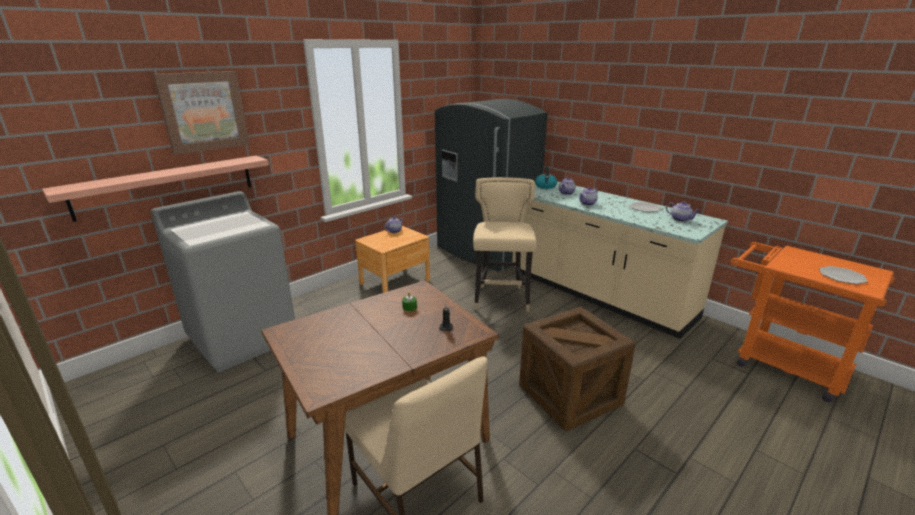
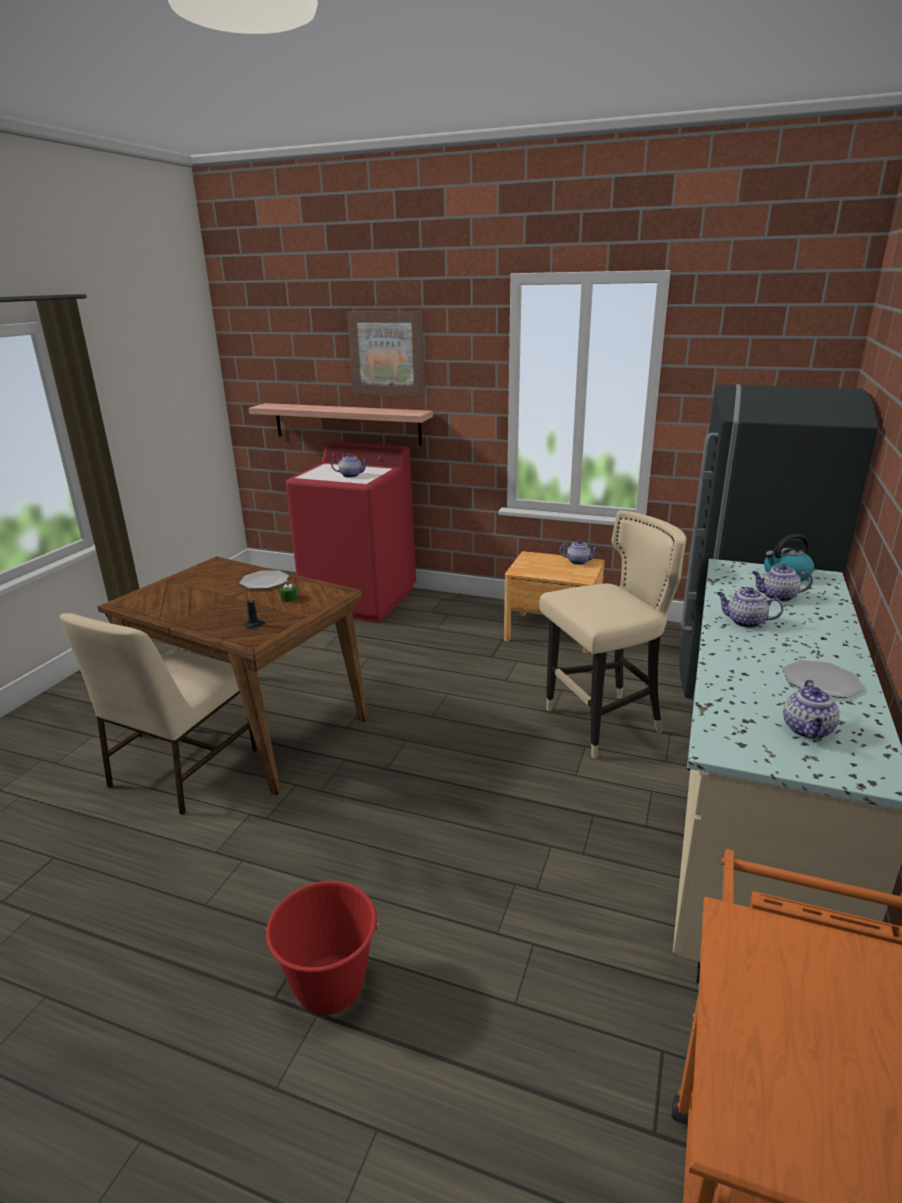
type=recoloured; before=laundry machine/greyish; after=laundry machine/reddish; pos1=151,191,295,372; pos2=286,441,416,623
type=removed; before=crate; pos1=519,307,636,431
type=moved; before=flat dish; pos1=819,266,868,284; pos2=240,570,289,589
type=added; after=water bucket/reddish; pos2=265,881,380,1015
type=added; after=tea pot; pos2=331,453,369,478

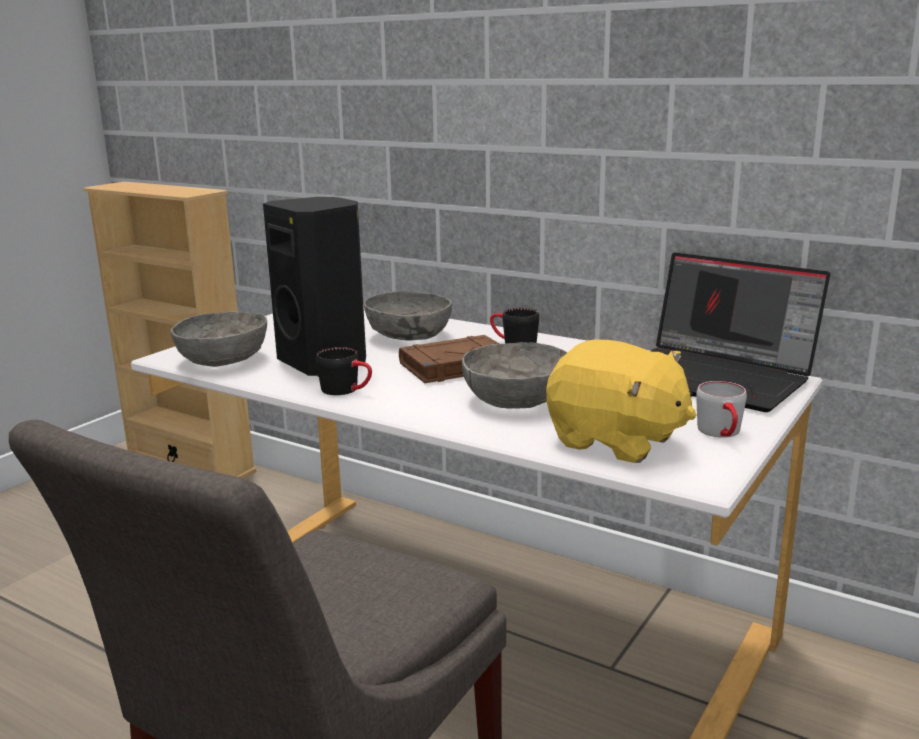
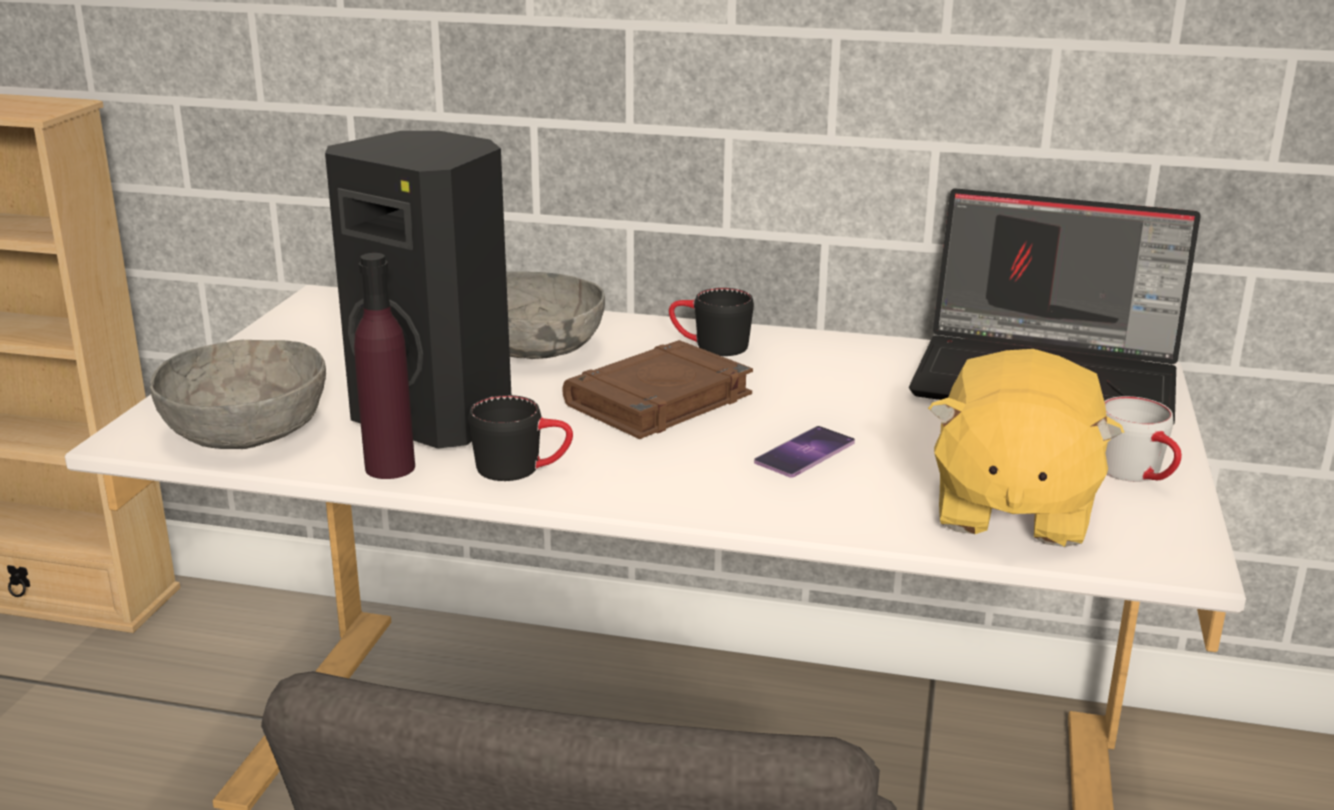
type=replaced; before=serving bowl/greyish; after=telephone; pos1=462,342,567,409; pos2=754,426,855,478
type=turned; before=soft toy/yellow; pos1=546,340,696,463; pos2=928,349,1124,547; turn=90
type=added; after=drink bottle/purple; pos2=354,253,415,479

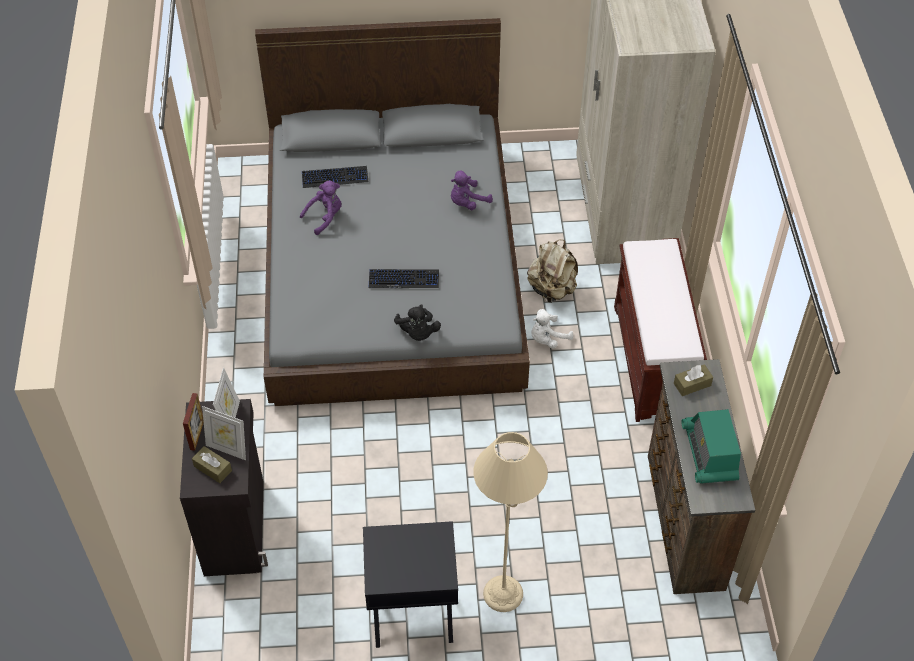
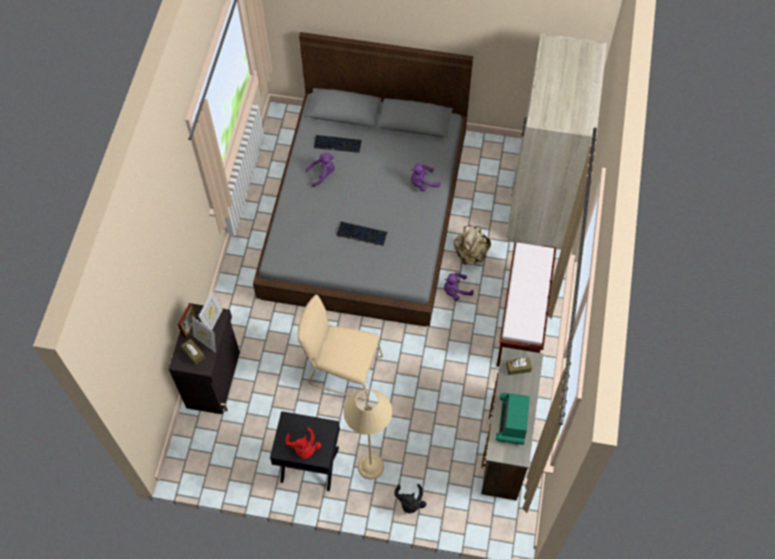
type=moved; before=soft toy/black-coloured; pos1=394,305,441,341; pos2=395,484,426,513
type=recoloured; before=soft toy/white; after=soft toy/purple; pos1=531,309,574,349; pos2=444,273,474,301
type=added; after=soft toy/reddish; pos2=285,428,321,459
type=added; after=chair/beige; pos2=298,295,383,400

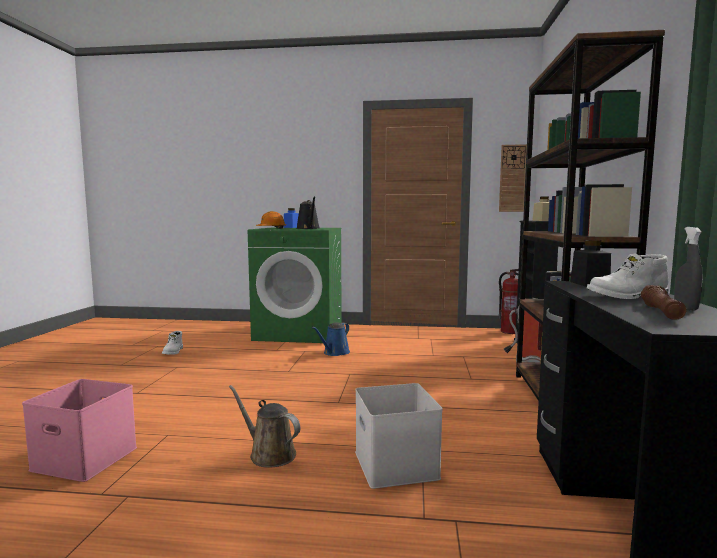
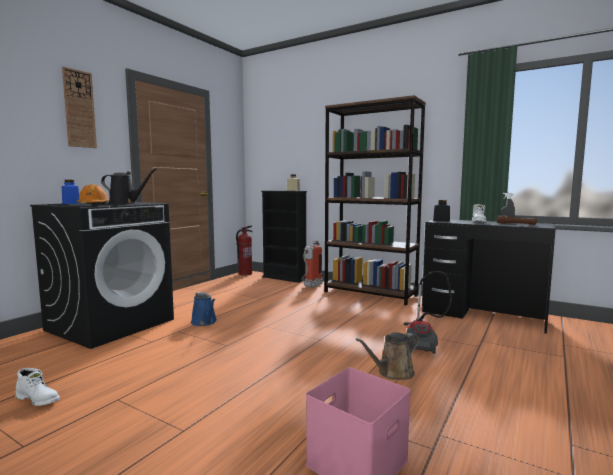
type=recoloured; before=laundry machine/green; after=laundry machine/black-coloured; pos1=248,228,342,343; pos2=30,202,174,349
type=replaced; before=storage box/white; after=vacuum cleaner; pos1=355,383,443,489; pos2=404,271,452,354
type=moved; before=clock on the wall; pos1=499,144,527,212; pos2=62,67,97,148

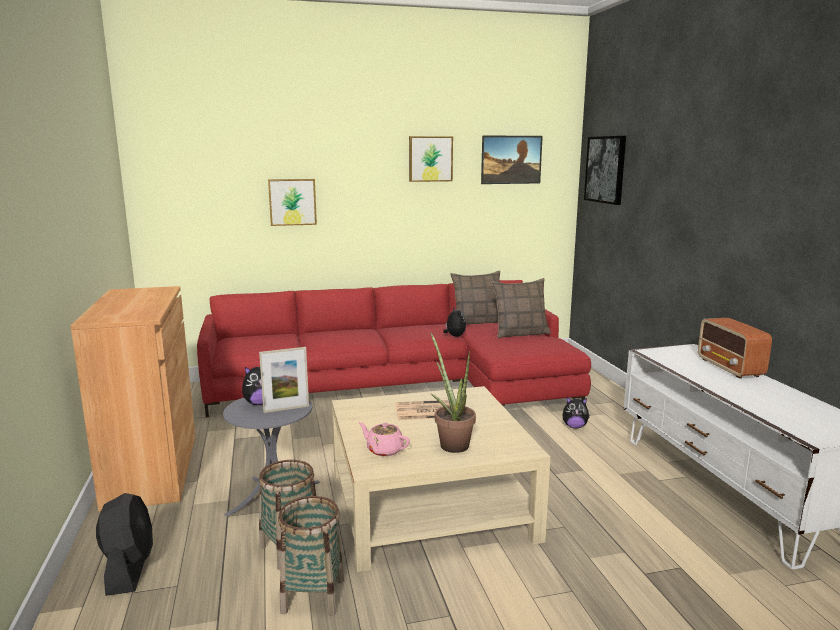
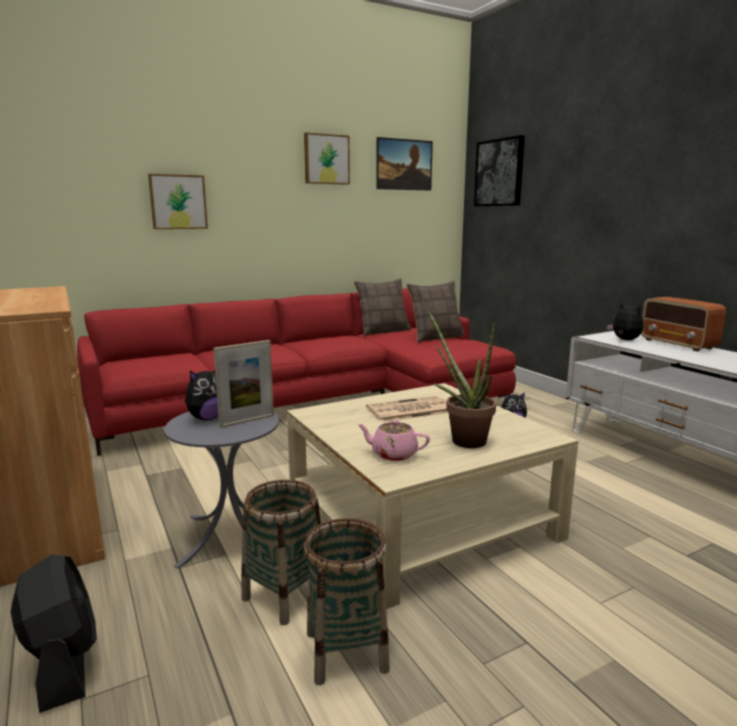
type=moved; before=soft toy; pos1=443,307,466,337; pos2=607,302,643,340

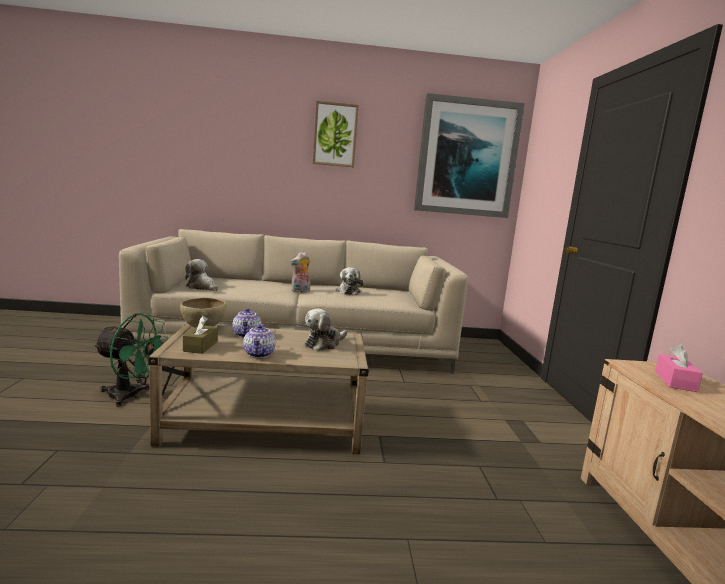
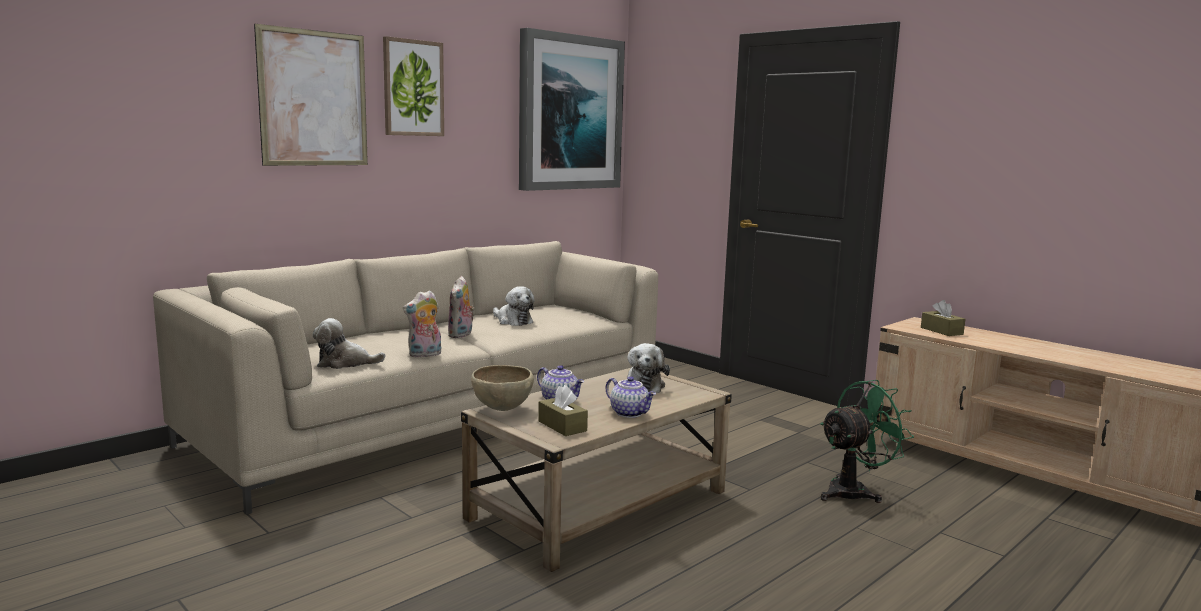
type=moved; before=electric fan/green; pos1=93,313,168,407; pos2=820,380,914,503
type=recoloured; before=tissue holder/pink-coloured; after=tissue holder/brown; pos1=655,344,703,392; pos2=921,300,966,336
type=added; after=wall picture; pos2=254,24,368,166
type=added; after=soft toy; pos2=403,290,441,358

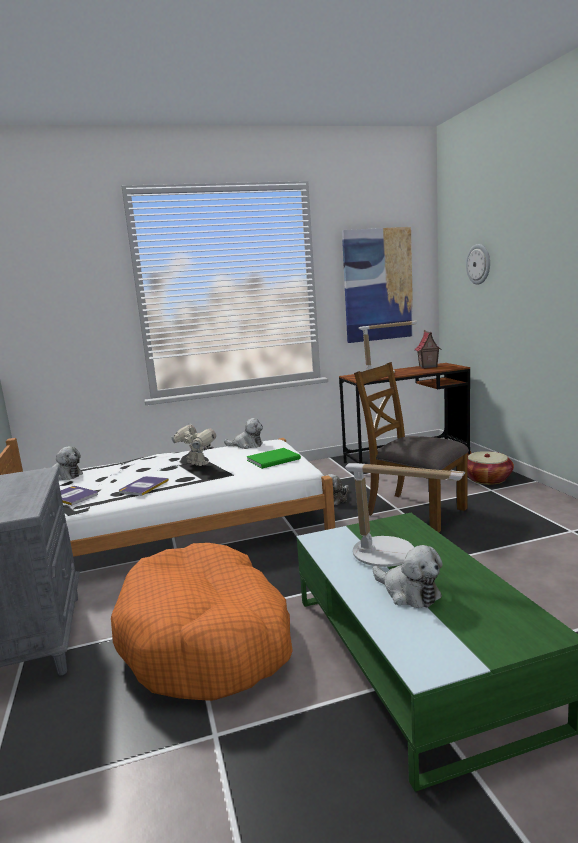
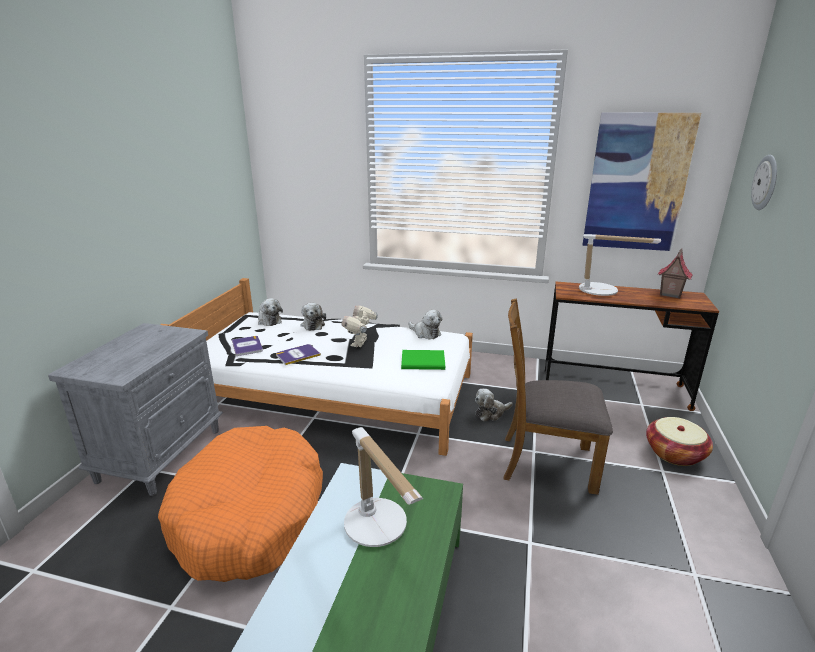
type=turned; before=robot figure; pos1=171,424,216,466; pos2=342,306,378,347; turn=-150
type=turned; before=chair/brown; pos1=354,362,469,532; pos2=504,298,613,495; turn=-60
type=moved; before=soft toy; pos1=372,545,443,608; pos2=300,303,326,331

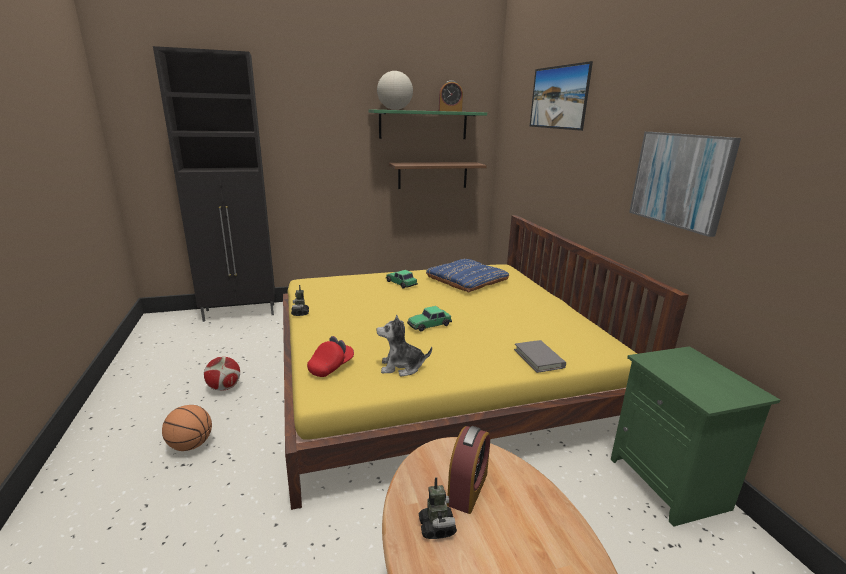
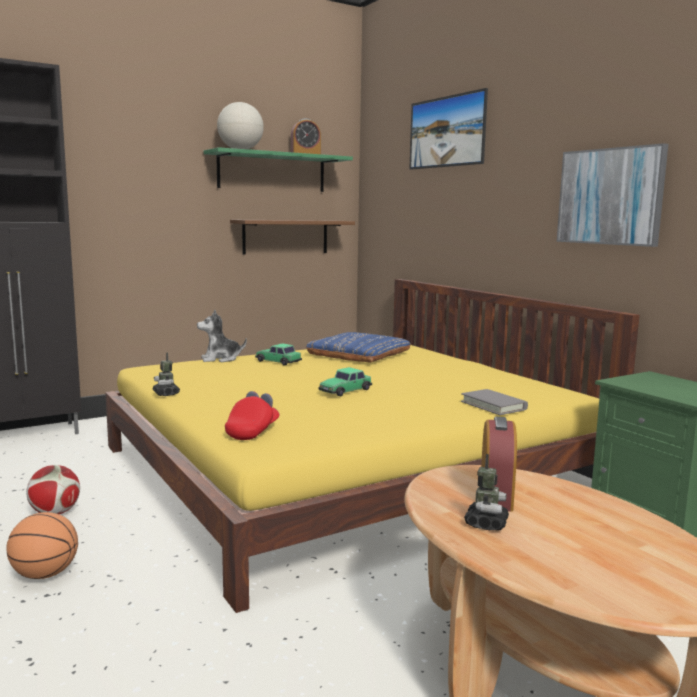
type=moved; before=soft toy; pos1=377,315,432,376; pos2=197,310,247,362
type=turned; before=robot figure; pos1=419,477,457,539; pos2=464,454,509,531; turn=45

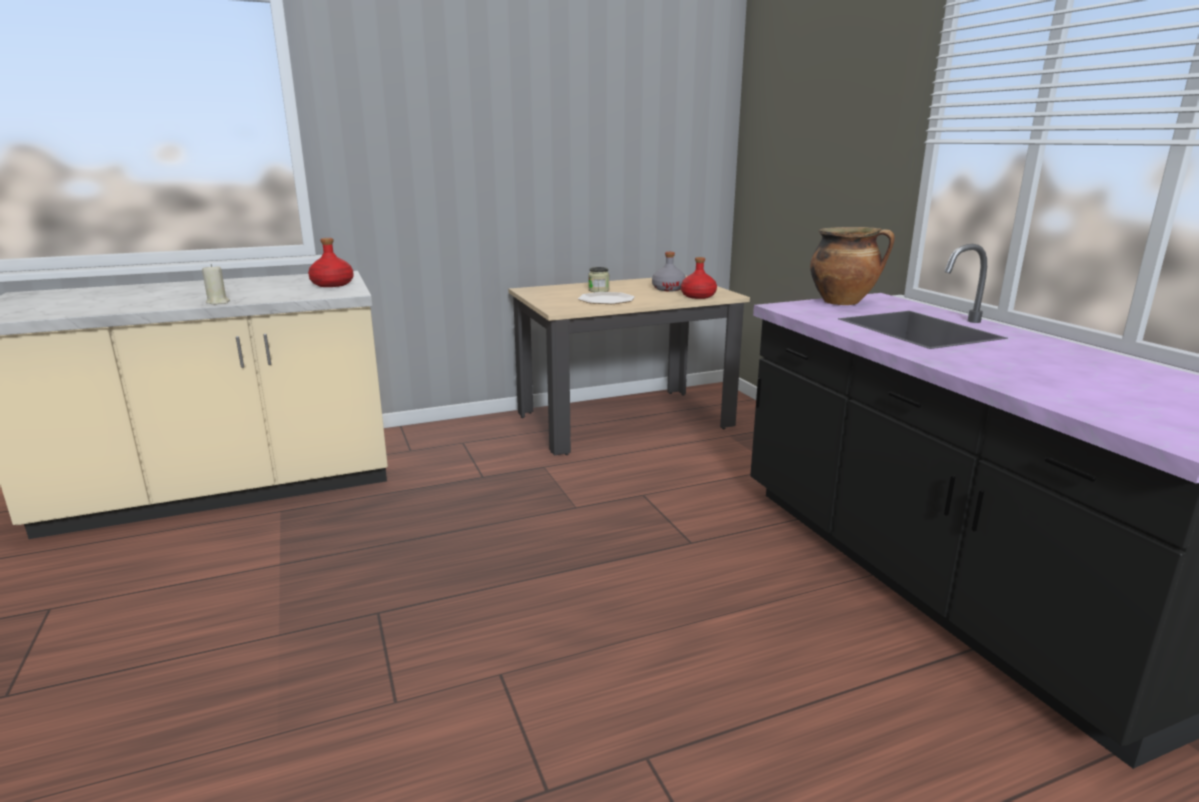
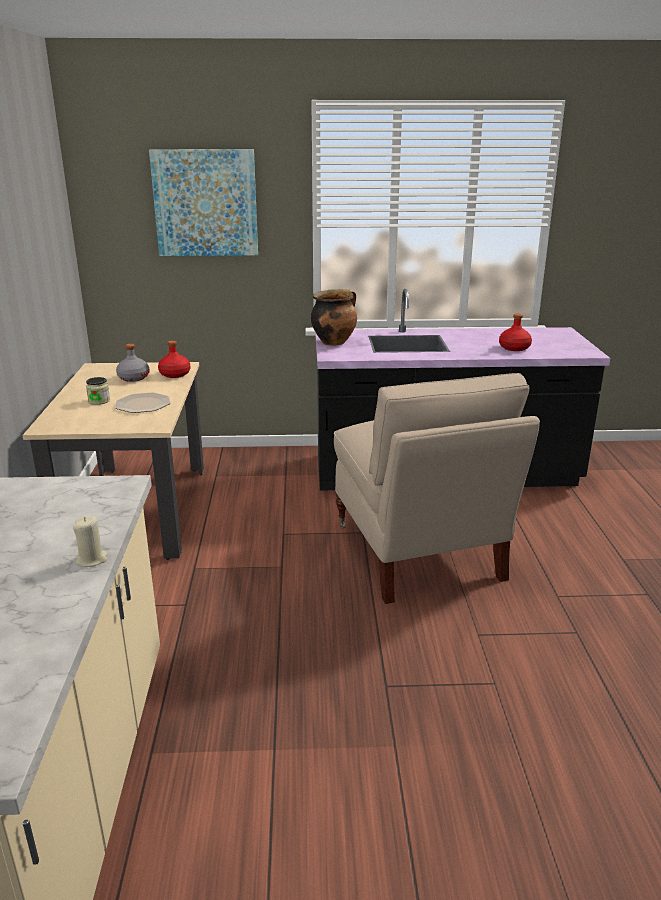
type=moved; before=drink bottle/reddish; pos1=308,238,354,287; pos2=499,314,532,351
type=added; after=wall picture; pos2=149,149,258,256
type=added; after=chair/beige; pos2=334,373,540,604

